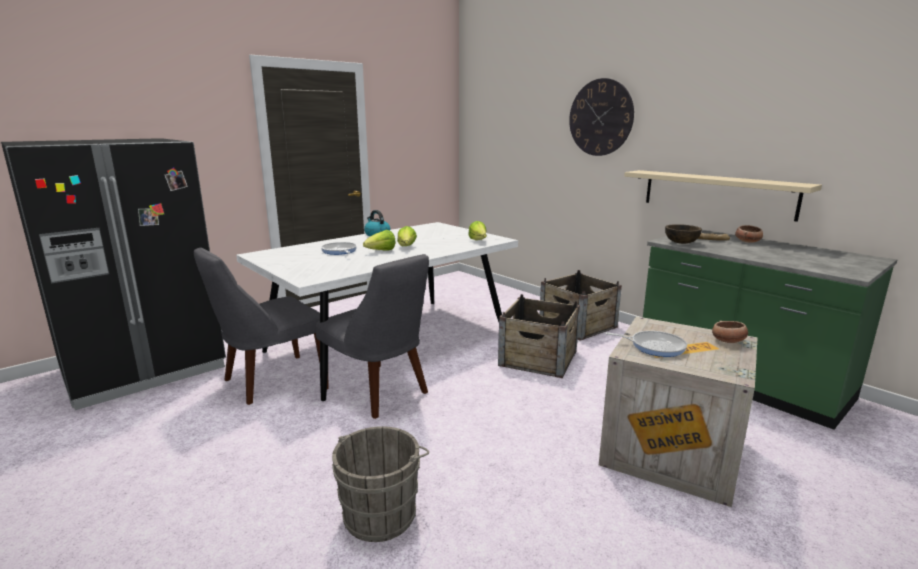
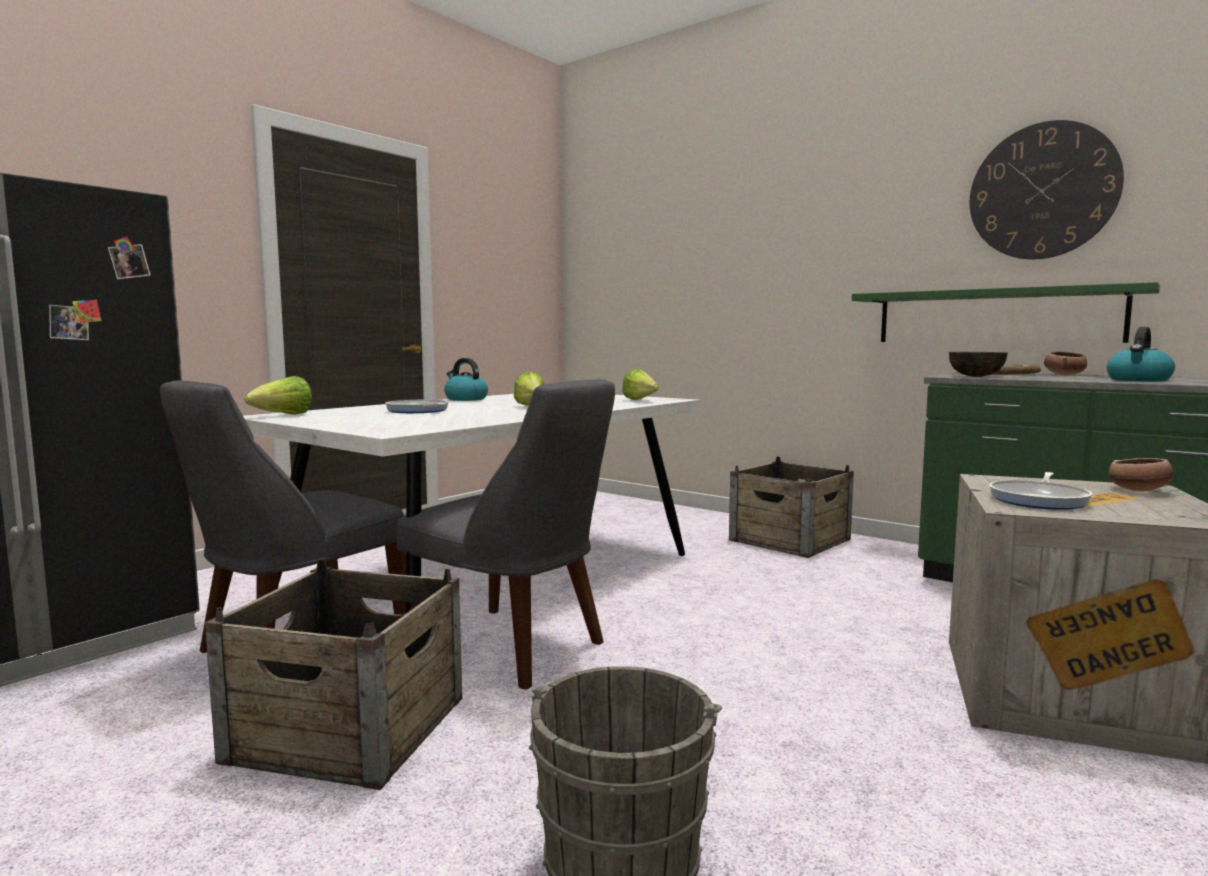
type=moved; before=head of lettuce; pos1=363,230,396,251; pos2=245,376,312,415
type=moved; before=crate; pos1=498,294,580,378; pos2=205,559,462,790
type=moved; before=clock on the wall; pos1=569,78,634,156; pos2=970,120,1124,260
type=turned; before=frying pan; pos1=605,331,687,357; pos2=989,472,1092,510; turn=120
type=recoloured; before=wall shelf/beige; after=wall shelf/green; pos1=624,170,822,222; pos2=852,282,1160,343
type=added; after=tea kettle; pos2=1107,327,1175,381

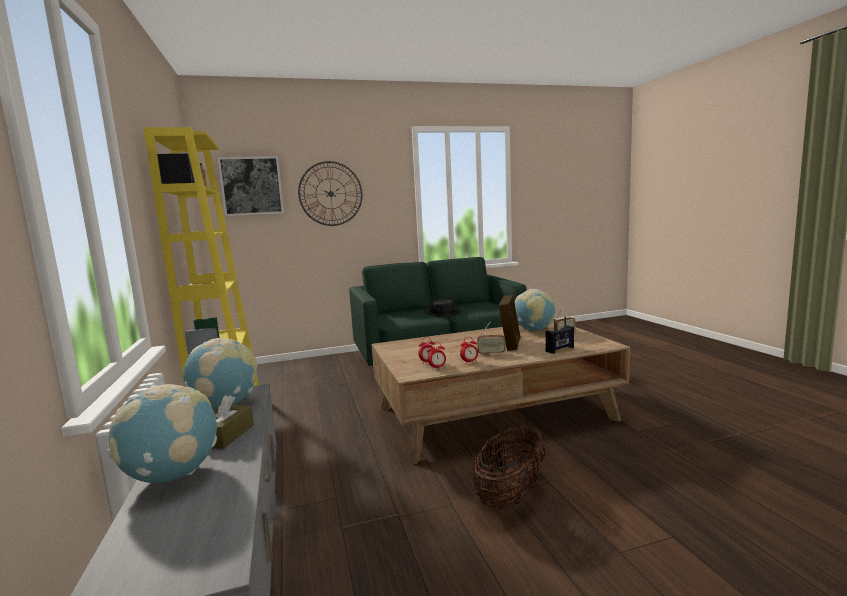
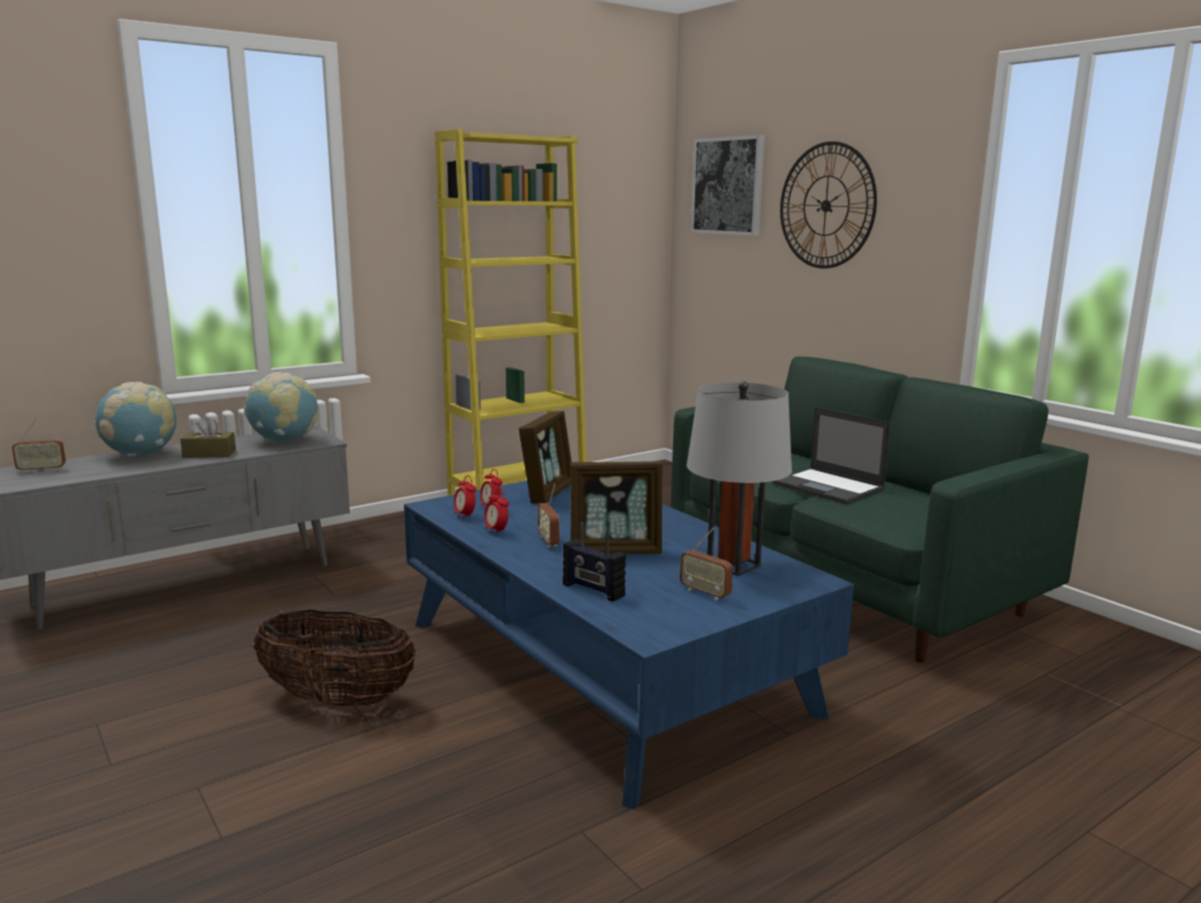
type=recoloured; before=coffee table/brown; after=coffee table/bluish; pos1=371,321,630,464; pos2=404,481,854,810
type=replaced; before=wearable hat/black-coloured; after=portable computer; pos1=424,299,461,317; pos2=773,407,891,504
type=replaced; before=desk globe; after=lamp for a table/greyish; pos1=514,289,555,331; pos2=687,381,792,576
type=added; after=radio set; pos2=12,418,66,473
type=added; after=picture frame; pos2=519,411,572,503

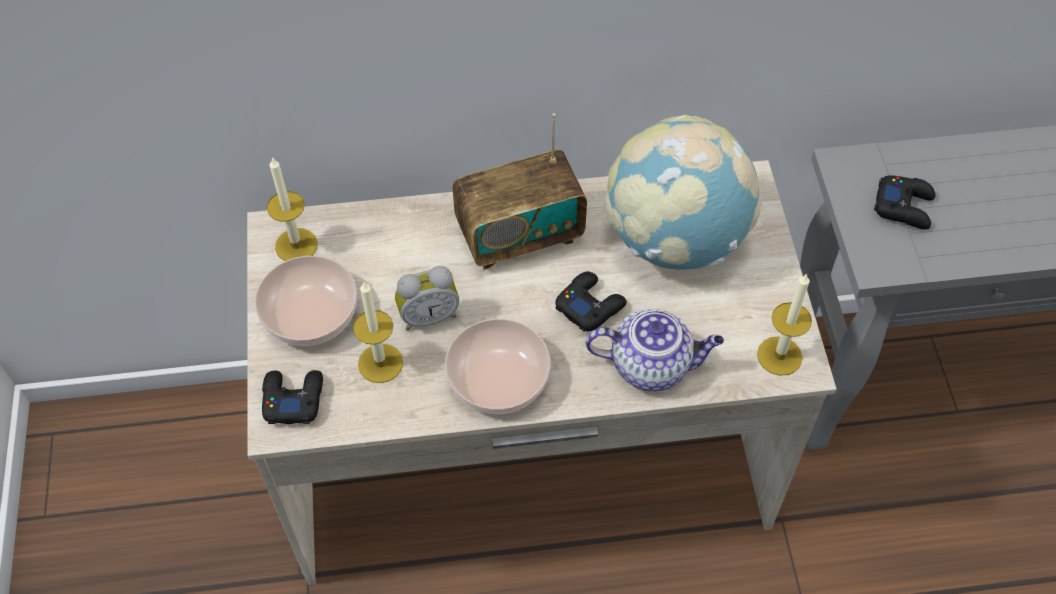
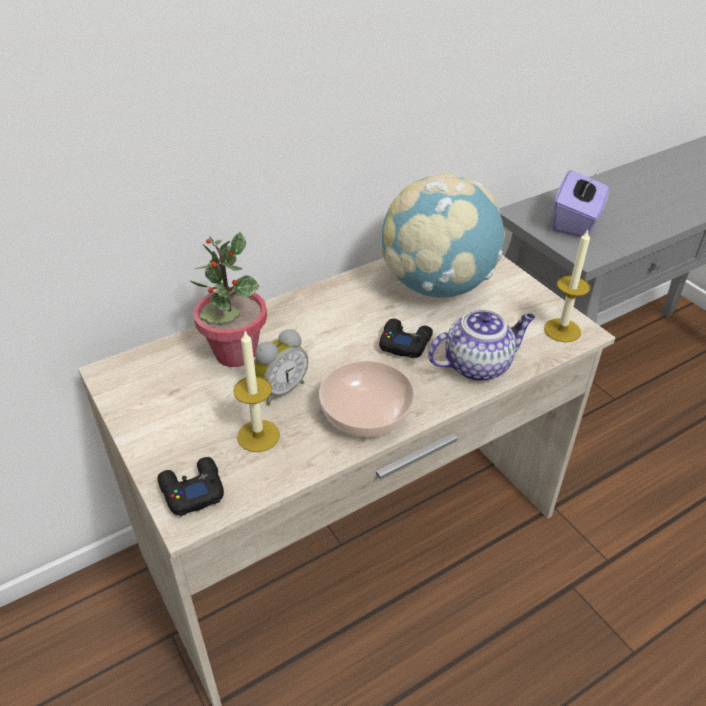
type=removed; before=serving bowl; pos1=255,256,357,346
type=removed; before=wax candle; pos1=267,157,318,261
type=removed; before=radio set; pos1=452,113,587,270
type=replaced; before=joypad/black-coloured; after=tissue holder/purple; pos1=874,175,935,230; pos2=552,170,609,237
type=added; after=plant in a pot; pos2=189,232,267,367

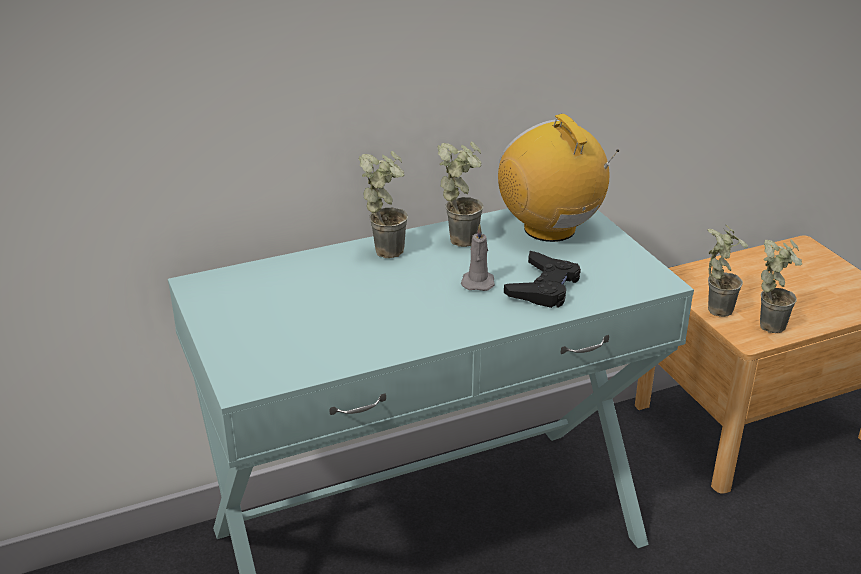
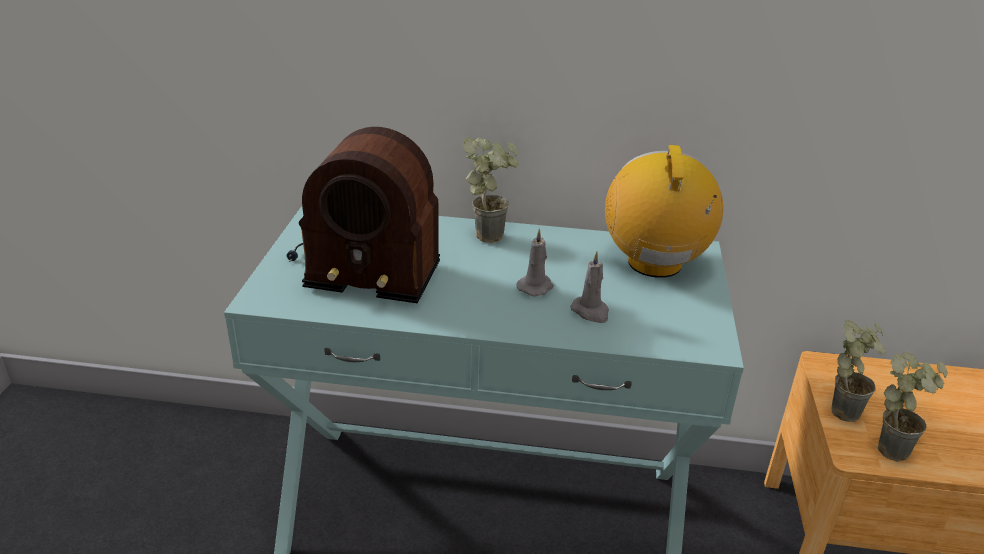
type=removed; before=plant in a pot; pos1=437,142,483,247
type=replaced; before=joypad/black-coloured; after=wax candle/greyish; pos1=504,251,581,308; pos2=570,251,609,323
type=added; after=radio set; pos2=287,127,440,303

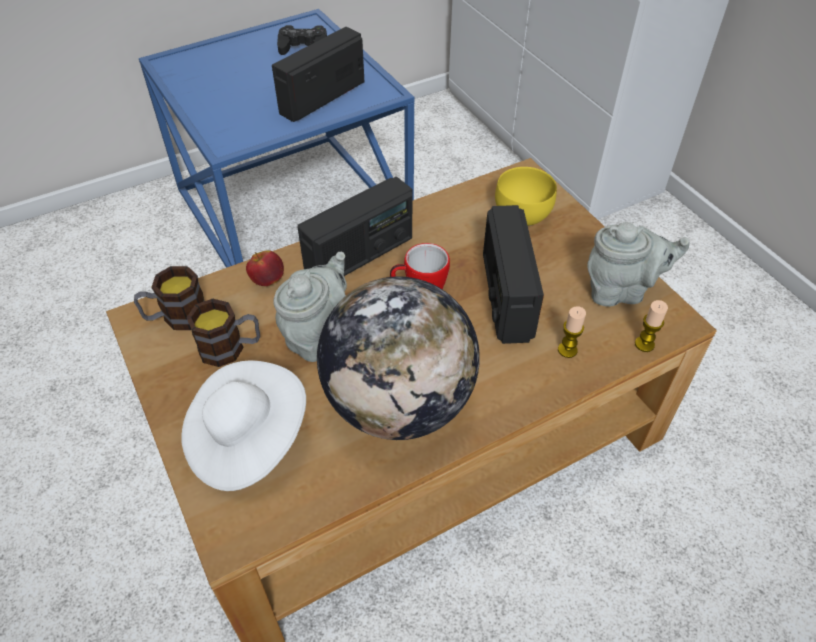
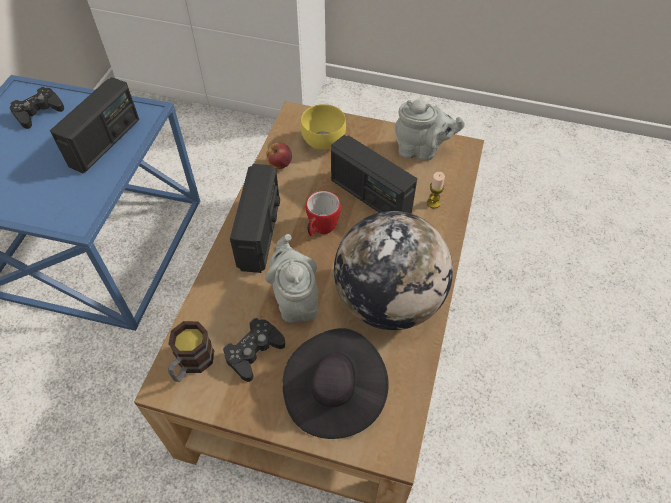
type=recoloured; before=wearable hat/white; after=wearable hat/black-coloured; pos1=181,360,306,491; pos2=282,328,389,439
type=replaced; before=coffee mug; after=joypad/black-coloured; pos1=186,299,260,367; pos2=223,318,285,382
type=moved; before=apple fruit; pos1=246,250,284,286; pos2=266,142,292,169
type=turned; before=radio set; pos1=272,27,364,122; pos2=50,77,139,174; turn=-150
type=turned; before=tea pot/greyish; pos1=587,222,689,307; pos2=395,99,465,160; turn=60
type=removed; before=wax candle; pos1=635,300,668,352

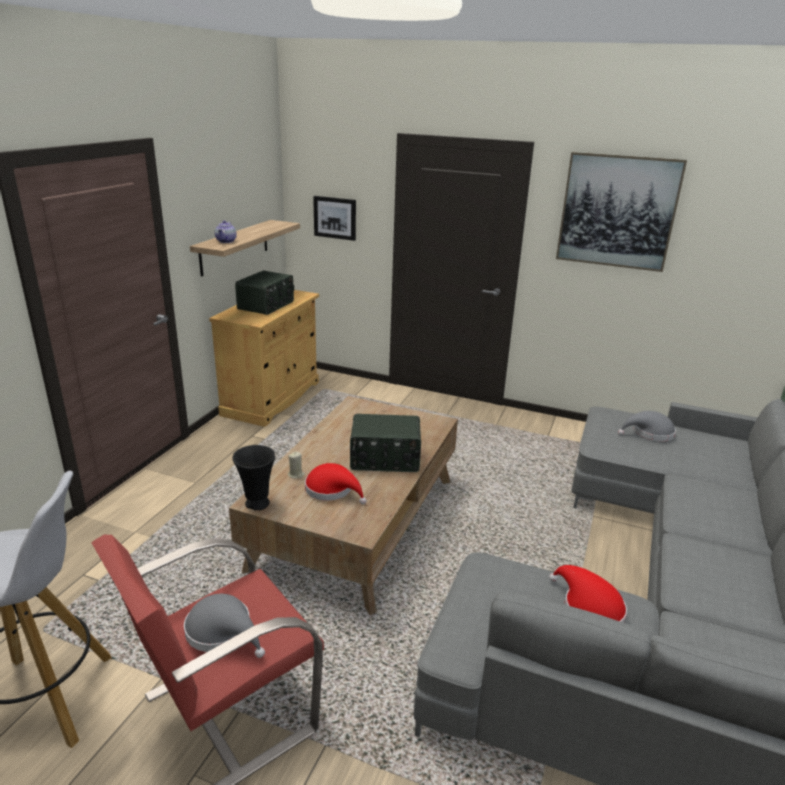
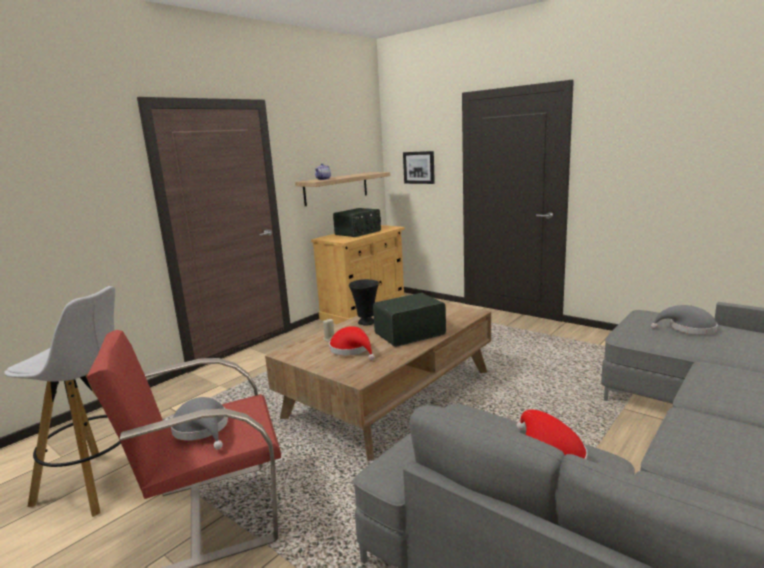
type=moved; before=flower vase/black-coloured; pos1=232,445,275,510; pos2=349,279,379,326
type=turned; before=radio set; pos1=350,414,421,472; pos2=373,293,446,347; turn=135
type=removed; before=wall picture; pos1=556,152,687,272

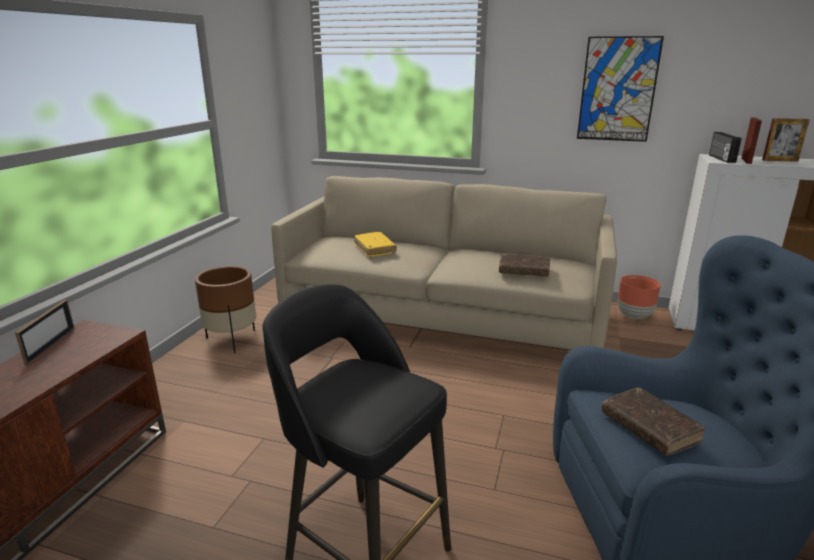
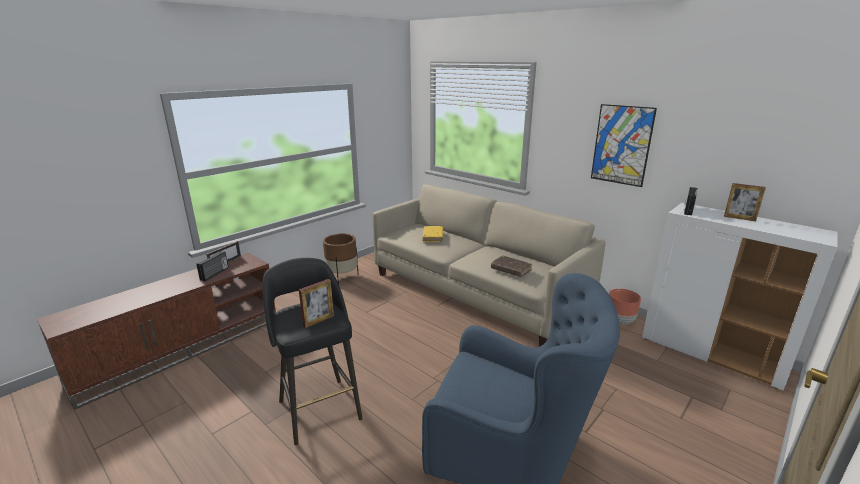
type=removed; before=book/brown; pos1=602,387,706,456
type=moved; before=picture frame; pos1=741,117,762,164; pos2=299,279,334,328
type=added; after=radio set; pos2=196,251,228,281

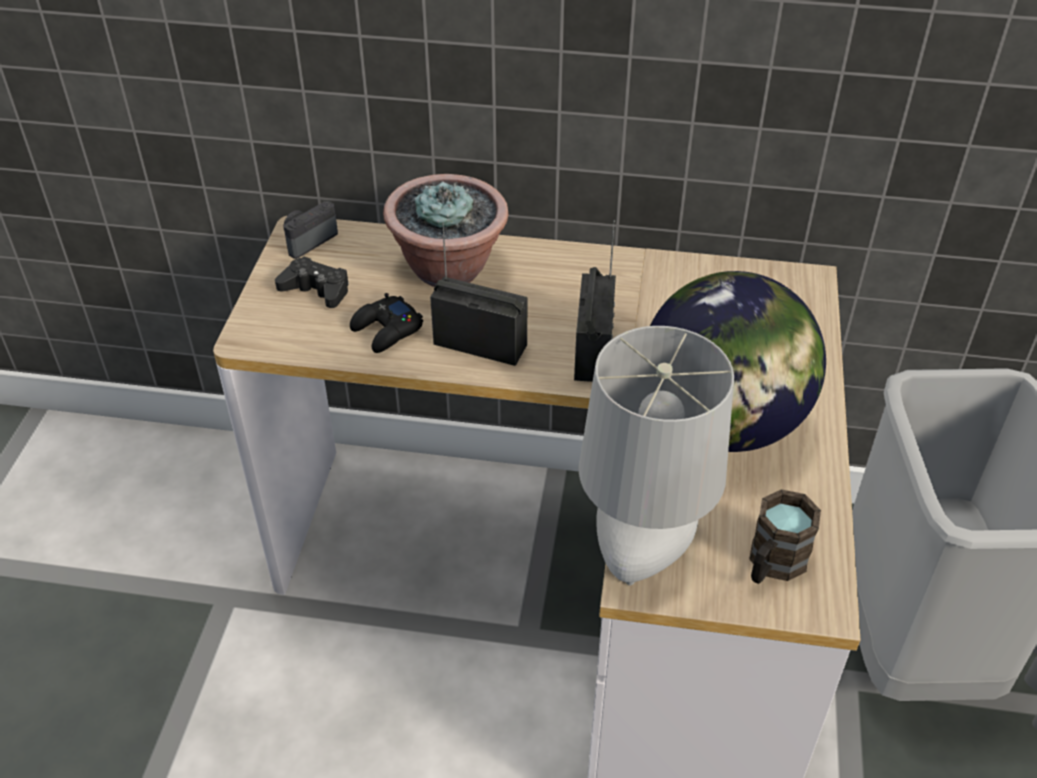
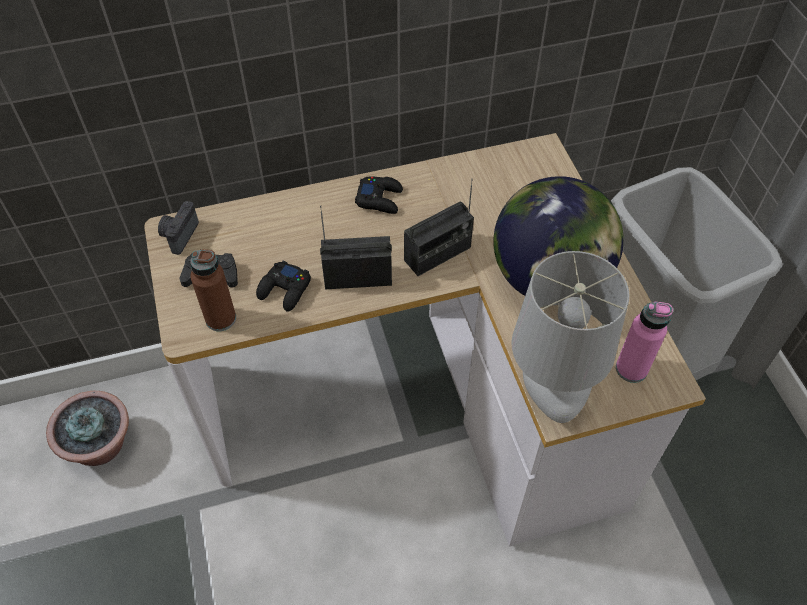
type=moved; before=plant in a pot; pos1=383,174,508,287; pos2=46,391,129,466
type=turned; before=radio set; pos1=574,220,616,382; pos2=404,179,474,276; turn=75
type=replaced; before=coffee mug/brown; after=drink bottle/pink-coloured; pos1=749,489,821,584; pos2=616,302,673,383
type=added; after=drink bottle/brown; pos2=190,249,236,331
type=added; after=joypad/black-coloured; pos2=355,177,403,214

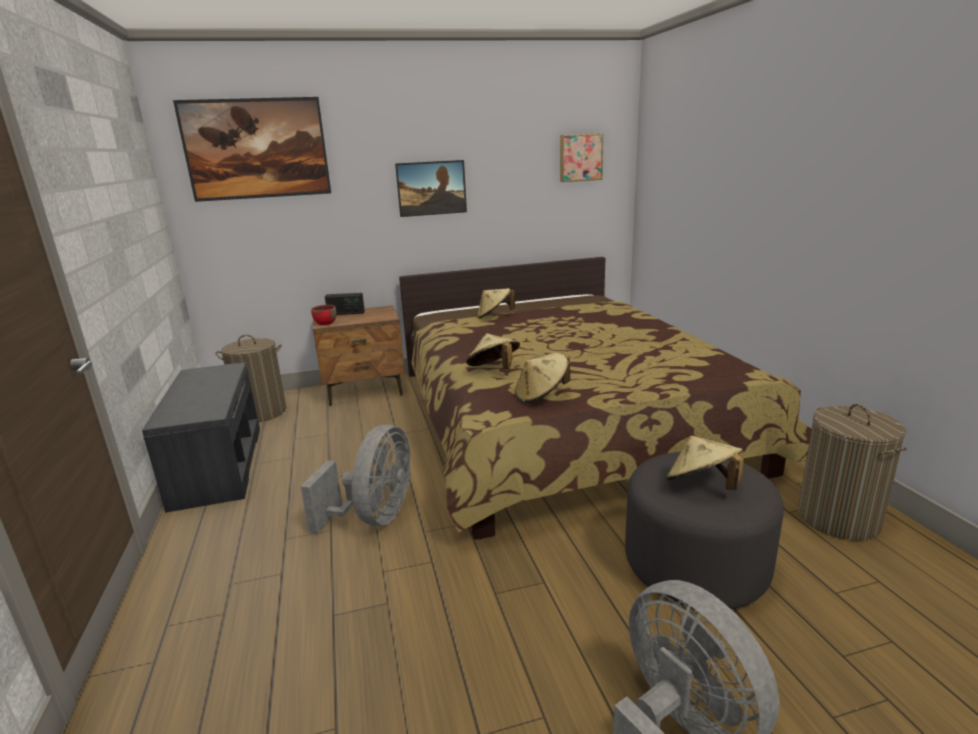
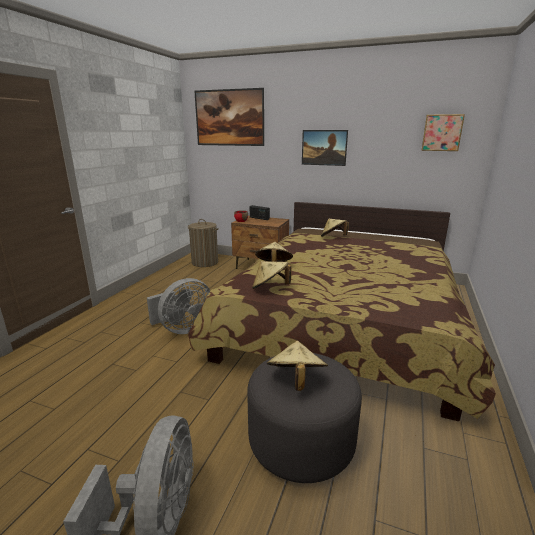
type=removed; before=bench/greyish; pos1=142,363,260,513
type=removed; before=hamper; pos1=798,404,907,541

